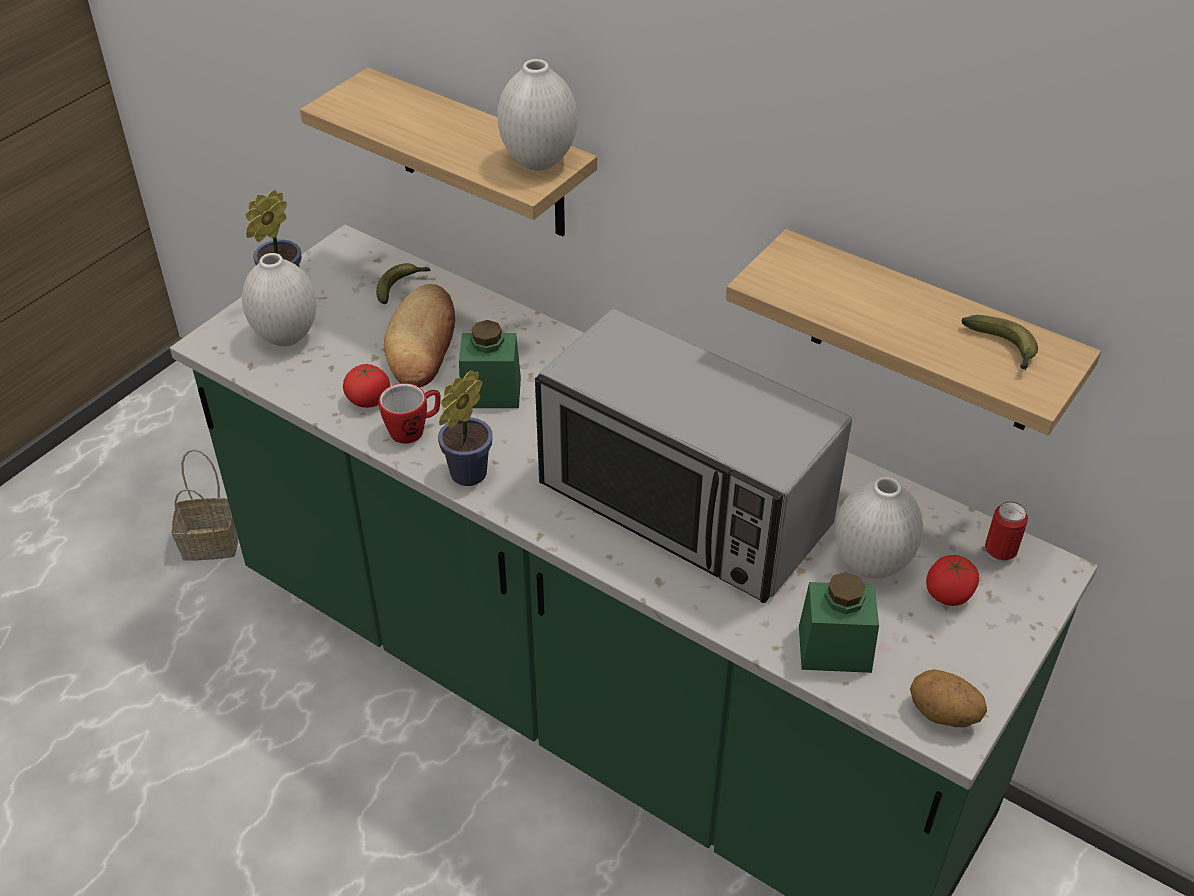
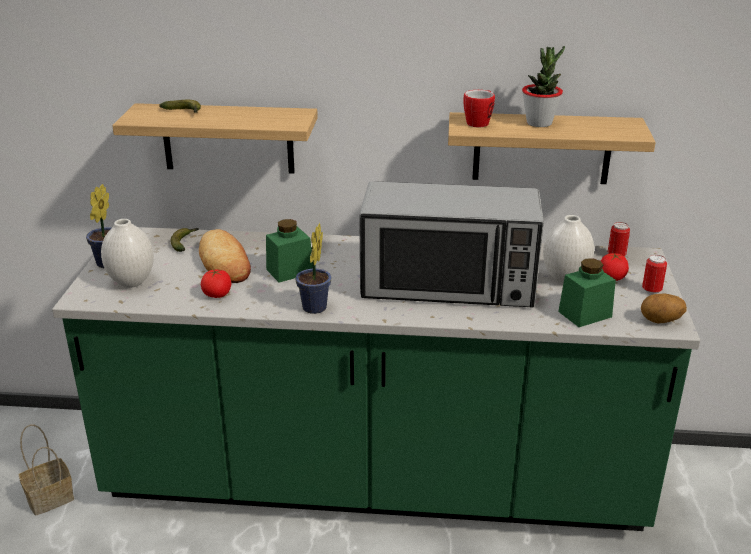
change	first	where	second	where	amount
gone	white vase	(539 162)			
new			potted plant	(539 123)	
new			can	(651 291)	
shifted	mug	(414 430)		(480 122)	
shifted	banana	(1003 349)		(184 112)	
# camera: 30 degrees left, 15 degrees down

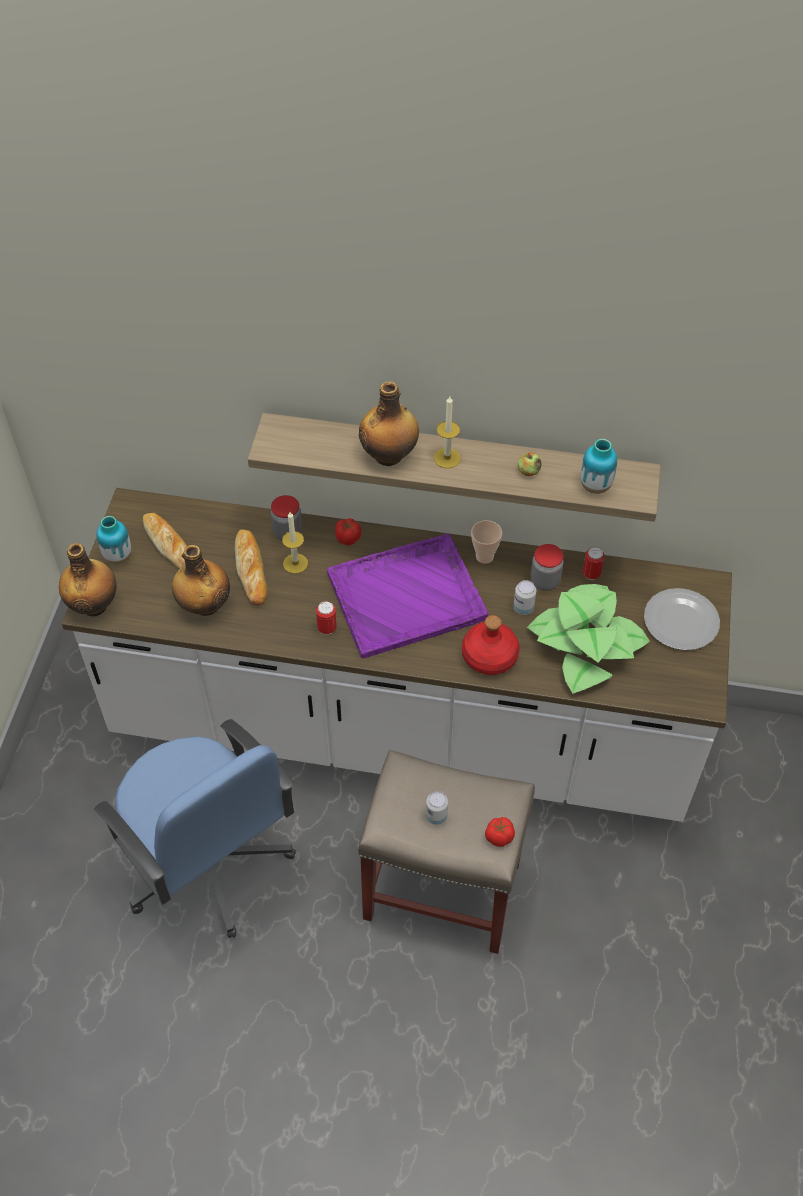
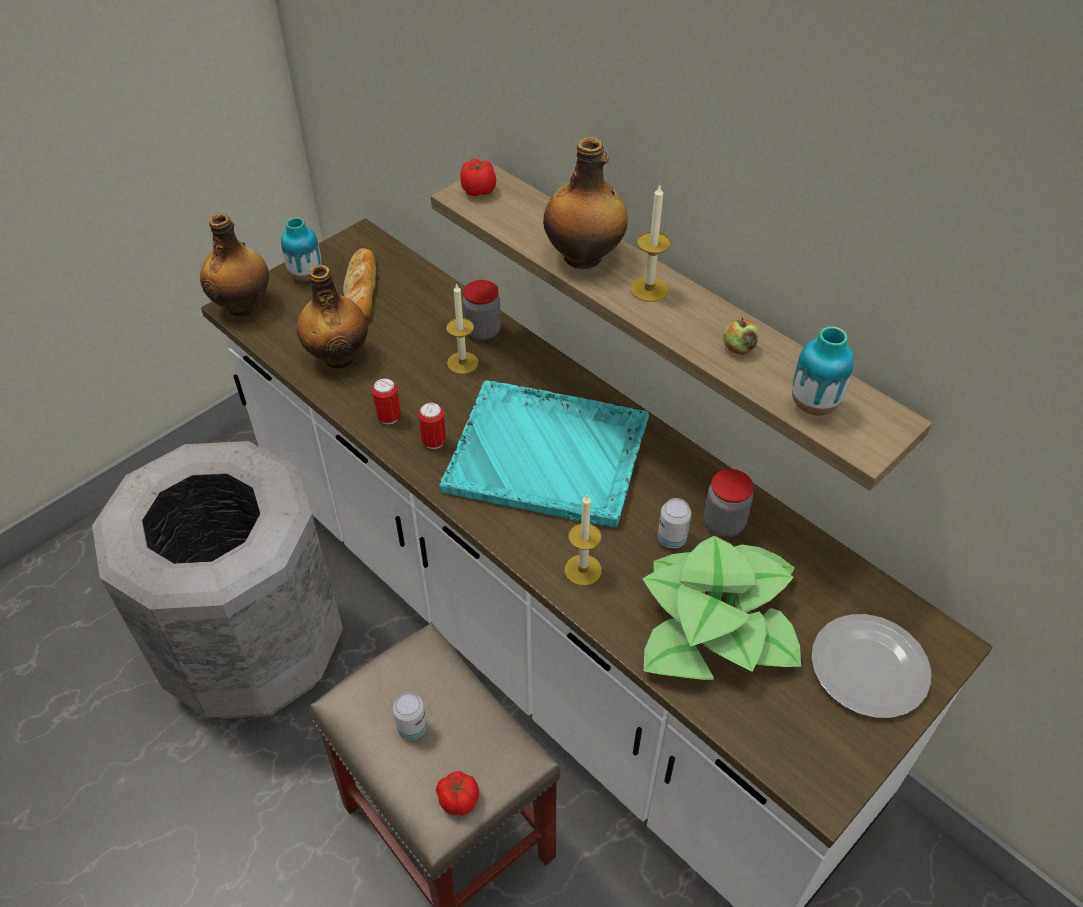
change	first	where	second	where	amount
gone	bread	(251 570)			
gone	cup	(484 557)			
shifted	tomato	(347 538)		(478 190)	
shifted	can	(591 574)		(389 417)	
swapped	blue office chair	(208 864)	grey trash can	(254 651)	
swapped	red bottle	(489 656)	candle	(583 570)	
repainted	purple tray	(408 596)	turquoise tray	(549 455)	
# camera: 35 degrees right, 5 degrees down

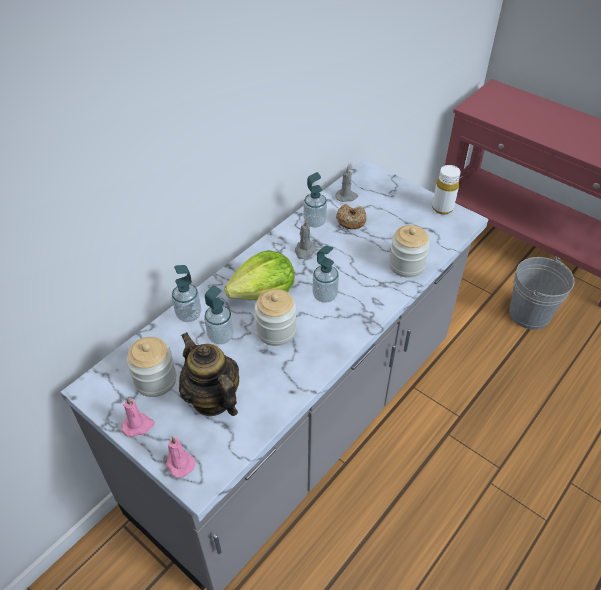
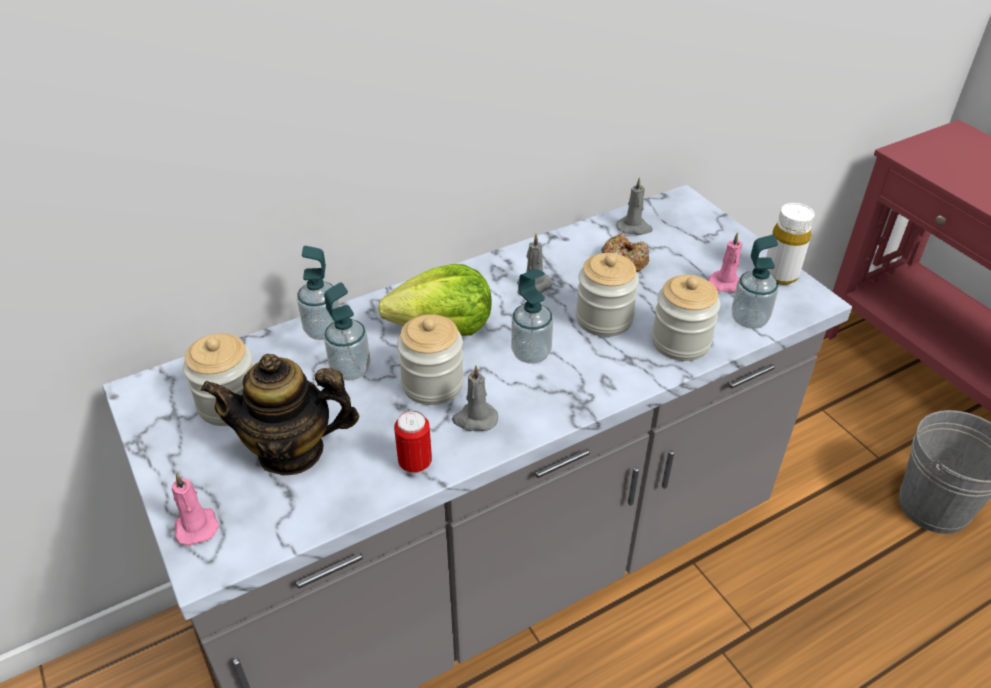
change	first	where	second	where	amount
new			can	(415 464)	
new			grey candle	(474 419)	
new			jar	(604 319)	
shifted	pink candle	(138 425)		(727 284)	
shifted	soap dispenser	(314 222)		(749 319)	
rotated	teapot	(212 399)		(291 451)	75 degrees counterclockwise
# camera: 20 degrees right, 5 degrees down

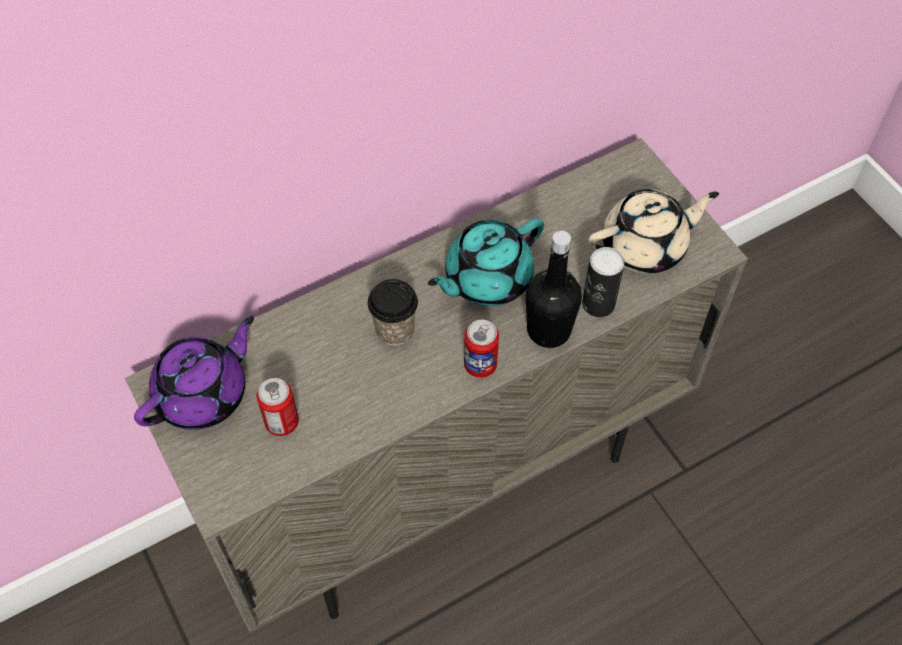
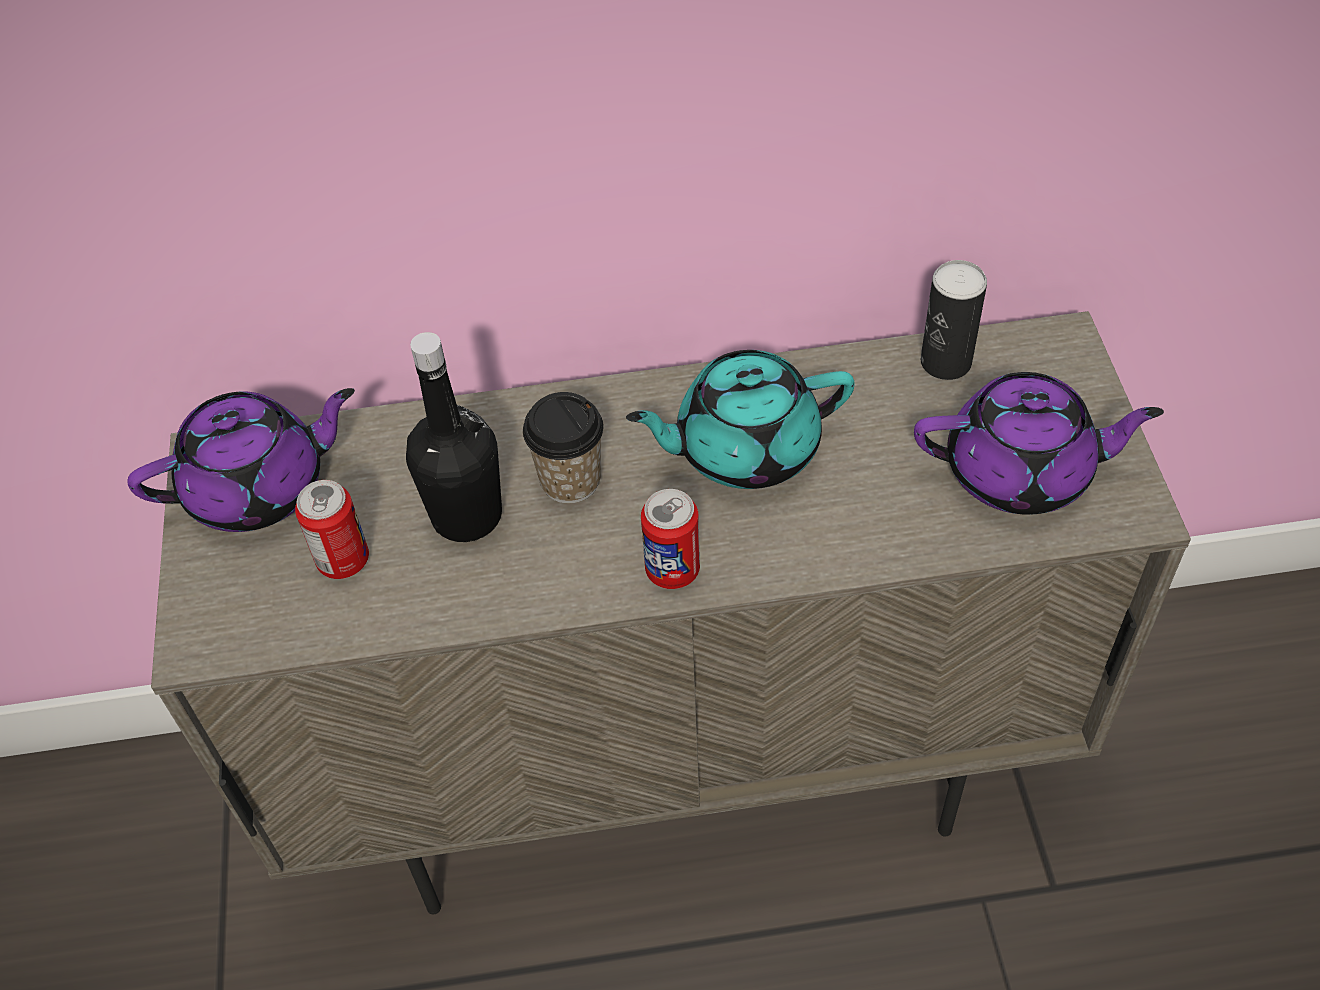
change	first	where	second	where	amount
shifted	black bottle	(548 330)		(467 515)	
shifted	can	(598 304)		(945 362)	
repainted	beige teapot	(645 246)	purple teapot	(1021 471)	
# camera: 25 degrees right, 5 degrees down

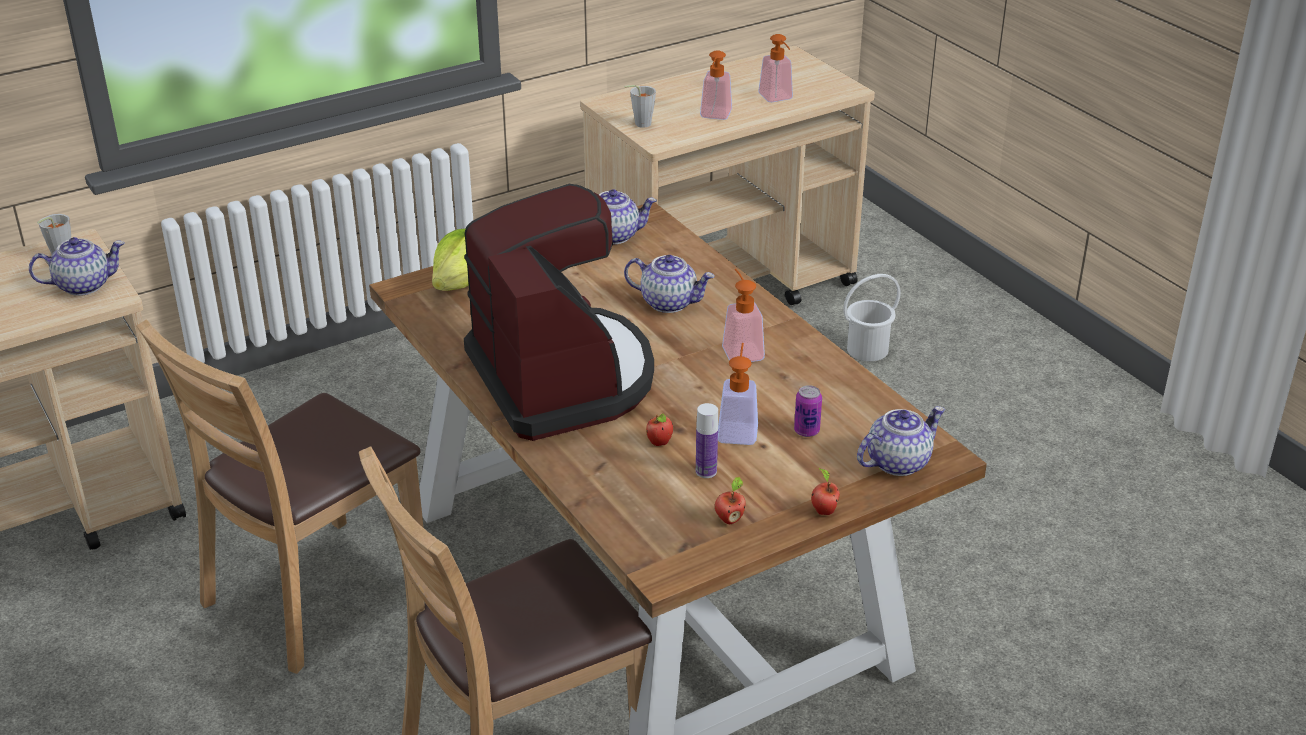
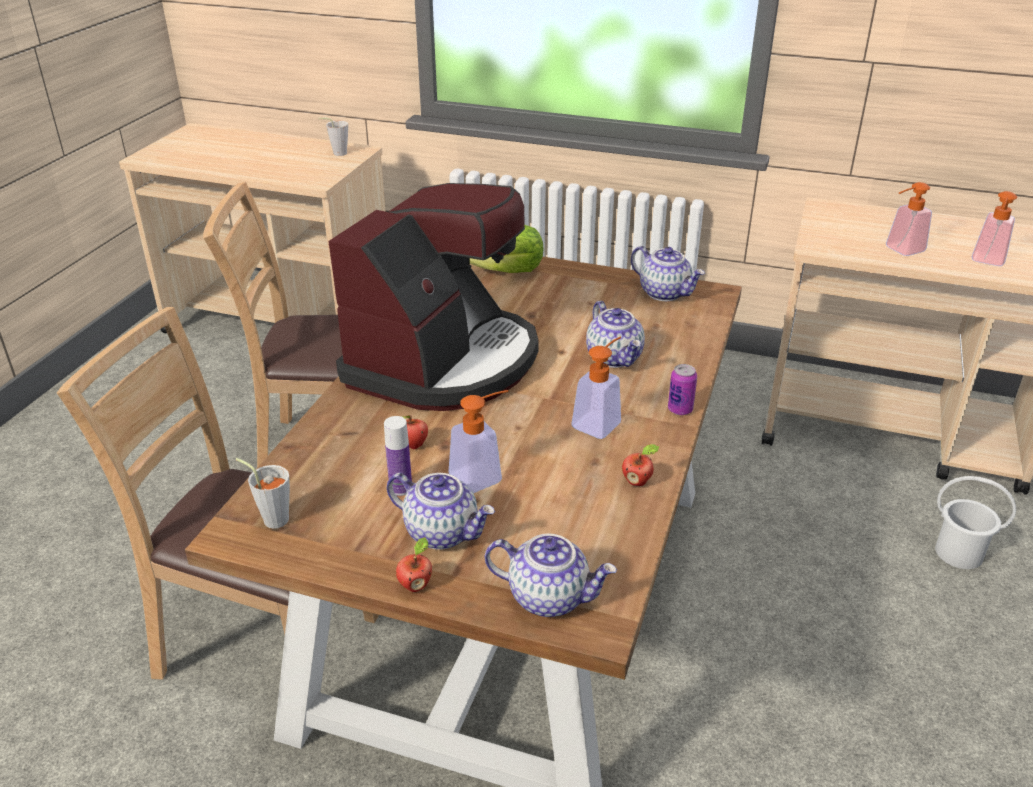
change	first	where	second	where	amount
shifted	teapot	(84 285)		(442 532)	
shifted	grey cup	(639 124)		(271 518)	
shifted	apple	(729 519)		(638 481)	
shifted	can	(806 431)		(680 409)	
# camera: 50 degrees right, 0 degrees up

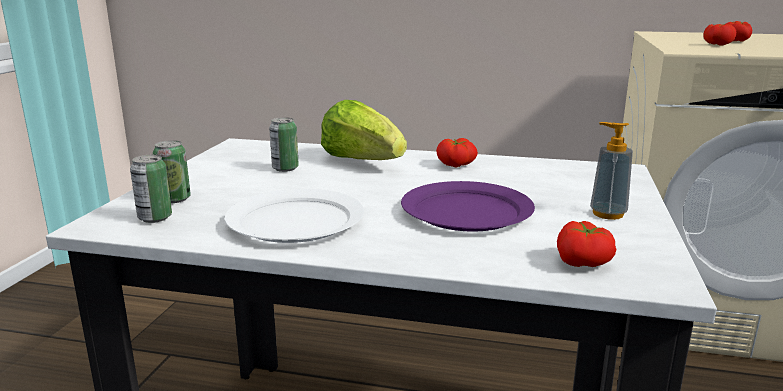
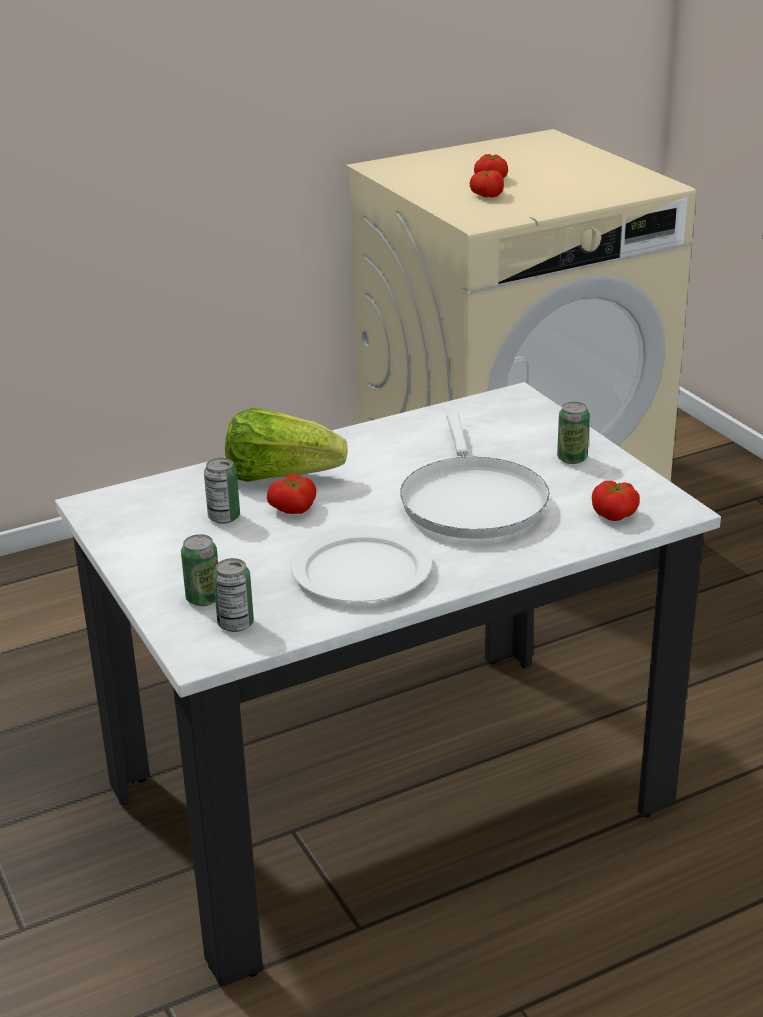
change	first	where	second	where	amount
shifted	tomato	(455 165)		(294 509)	
swapped	purple plate	(465 211)	white frying pan	(471 501)	
swapped	soap dispenser	(607 214)	can	(572 458)	
# camera: 40 degrees left, 10 degrees up

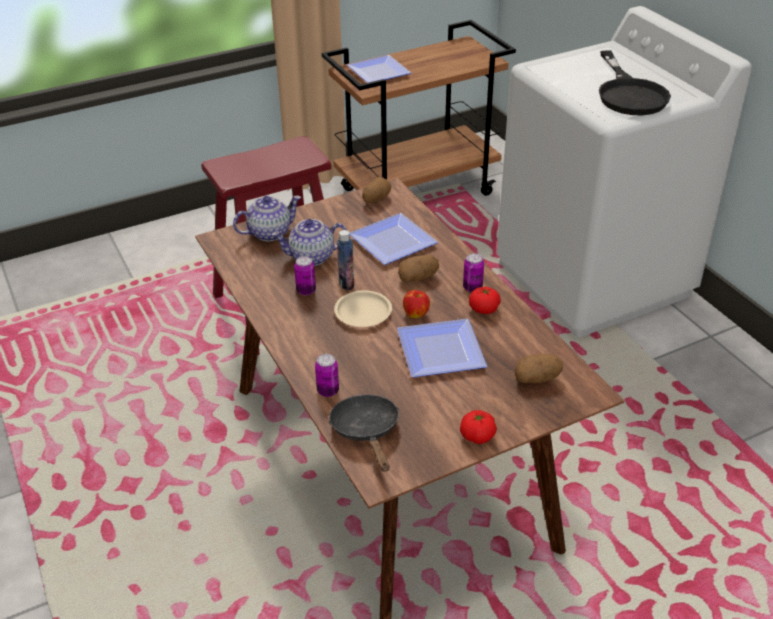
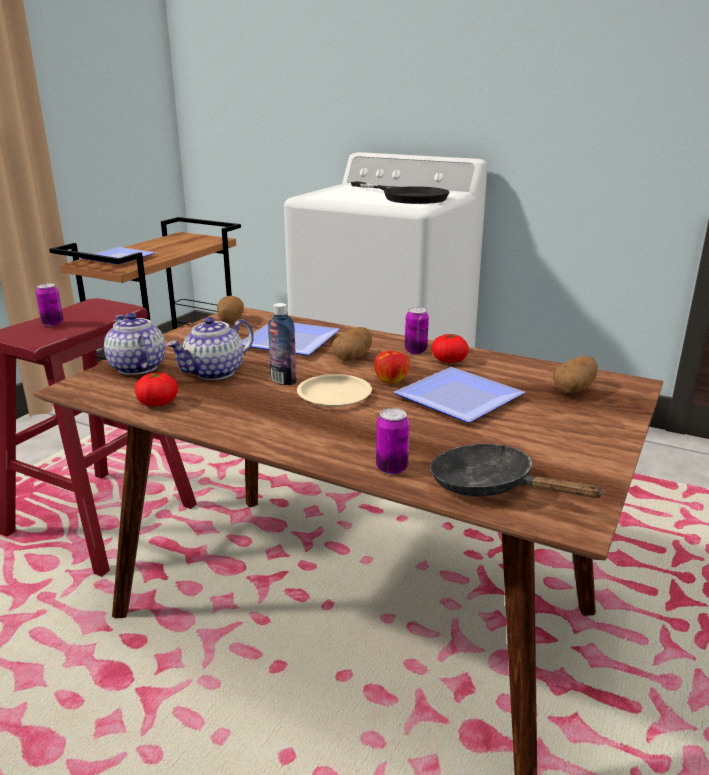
change	first	where	second	where	amount
shifted	can	(306 291)		(52 323)	
shifted	tomato	(477 436)		(158 403)	
rotated	teapot	(269 232)		(136 367)	60 degrees counterclockwise
# camera: 35 degrees left, 15 degrees down

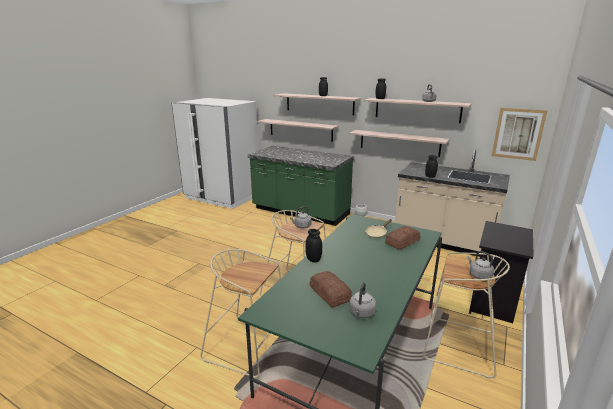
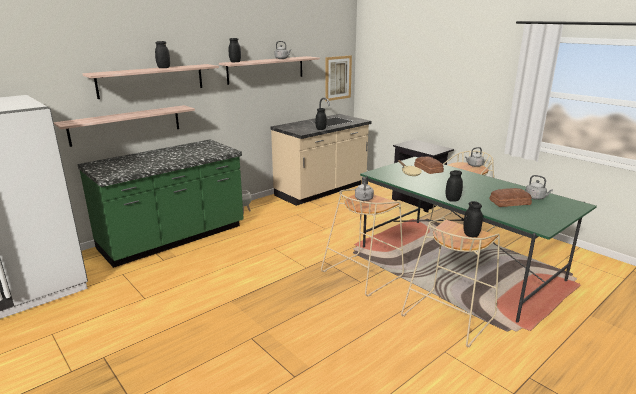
change	first	where	second	where	amount
gone	shelf	(399 143)			
new			black jar	(471 234)	
# camera: 70 degrees left, 0 degrees up

